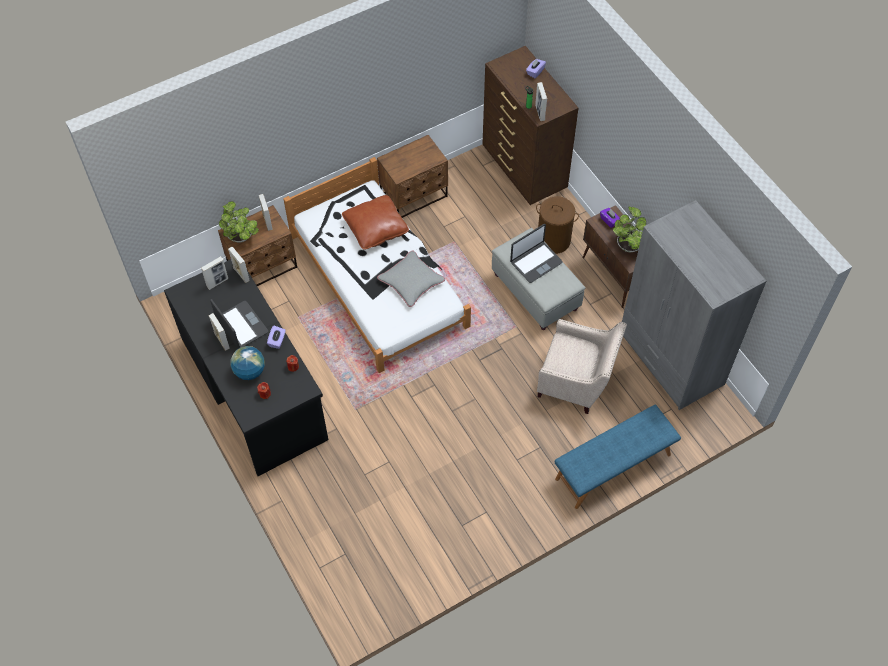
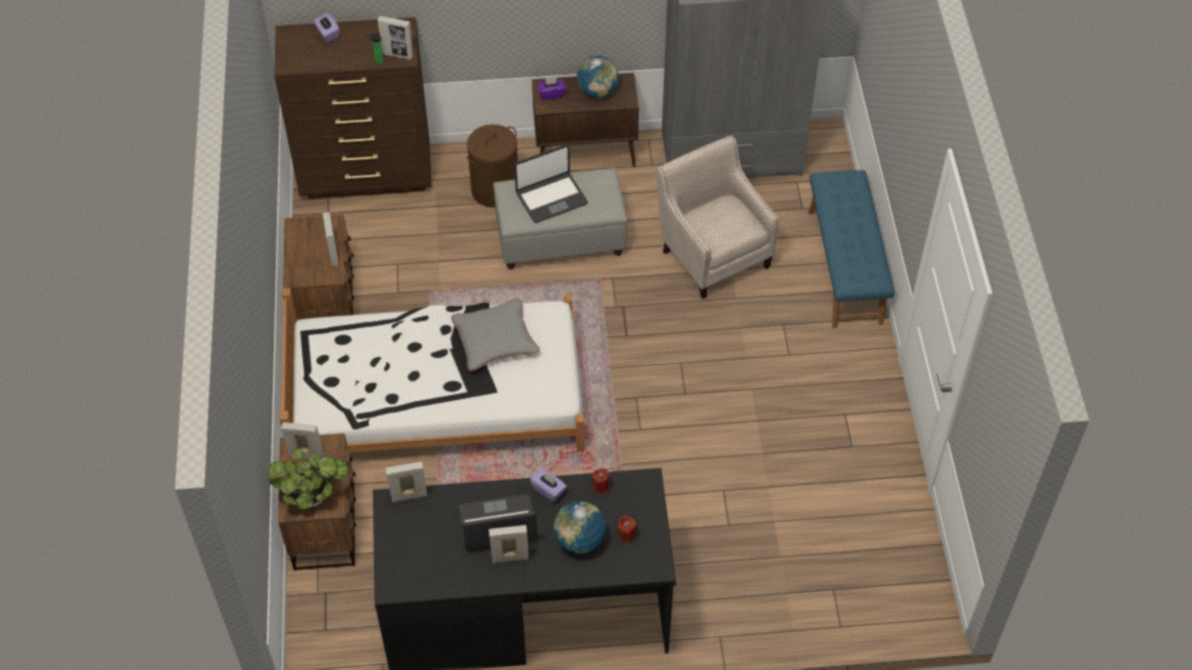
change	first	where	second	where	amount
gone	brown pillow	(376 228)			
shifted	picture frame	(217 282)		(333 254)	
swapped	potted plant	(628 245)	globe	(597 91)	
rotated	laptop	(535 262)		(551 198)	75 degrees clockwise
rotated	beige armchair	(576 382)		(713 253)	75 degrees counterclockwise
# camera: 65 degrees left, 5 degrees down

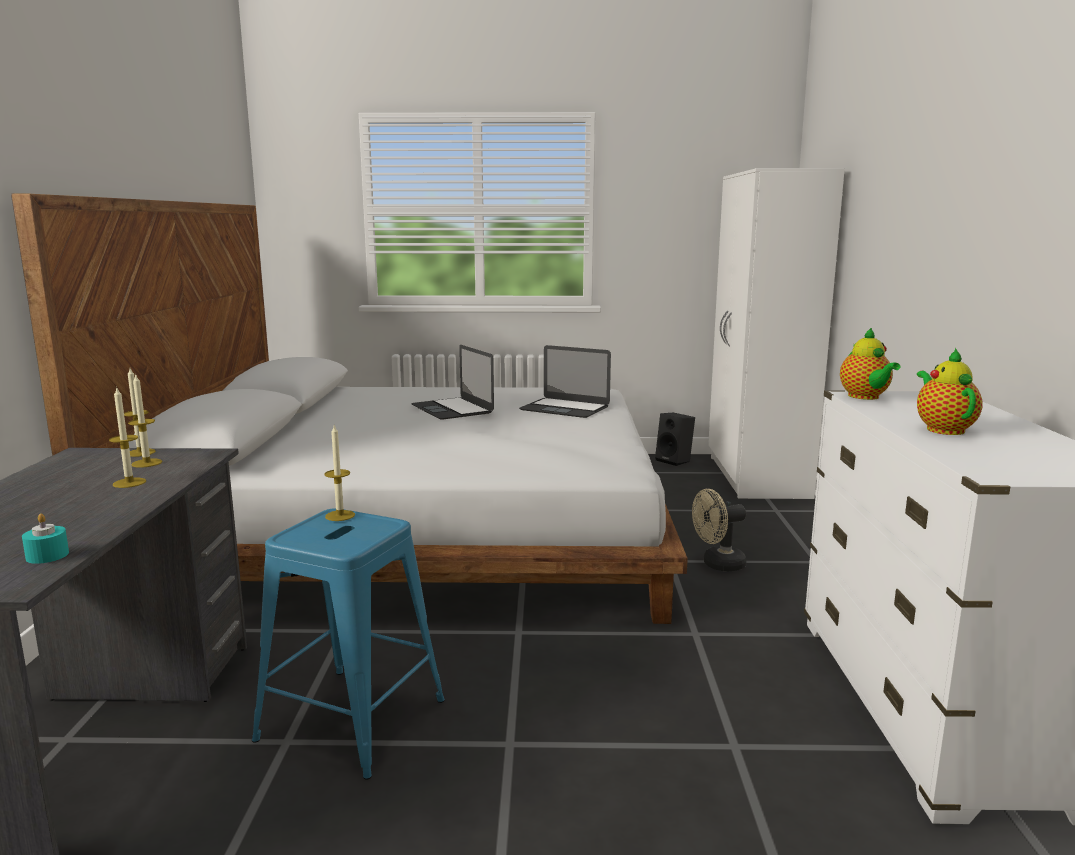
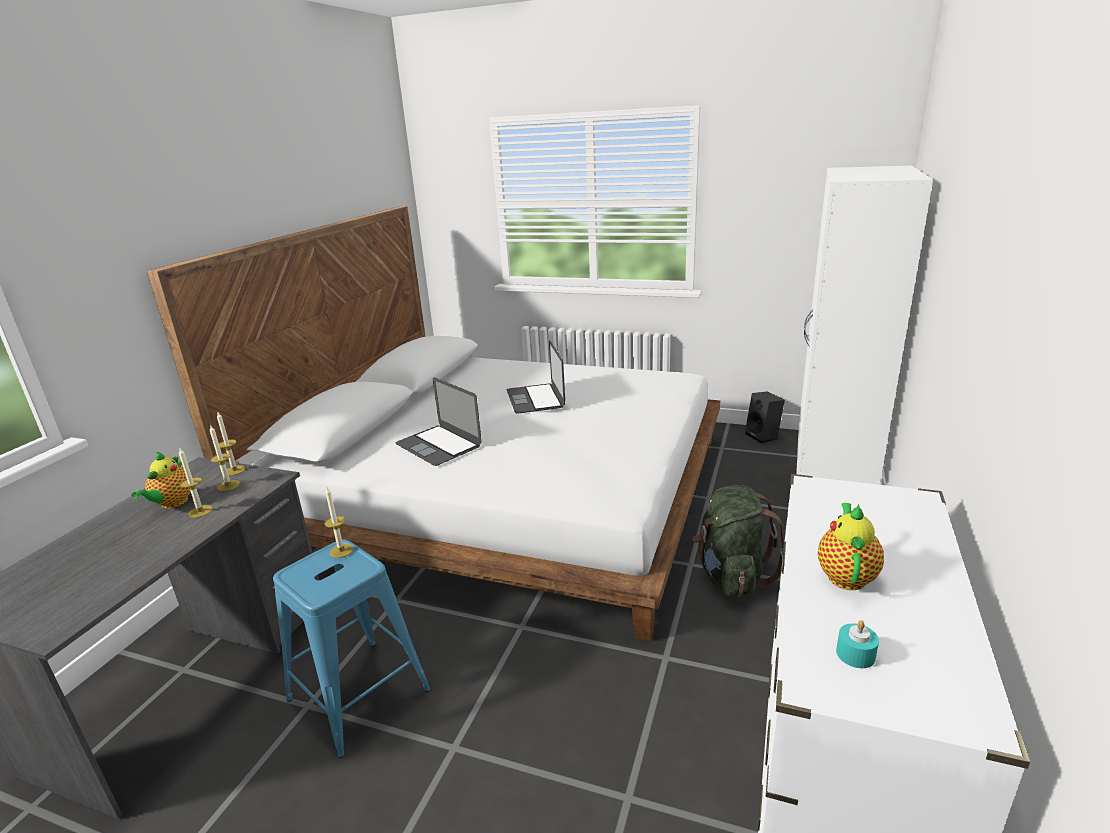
change	first	where	second	where	amount
shifted	turquoise candle	(47 555)		(855 654)	
shifted	laptop	(564 408)		(438 445)	
shifted	teapot	(865 397)		(172 503)	
swapped	beige fan	(717 565)	green backpack	(732 576)	
# camera: 20 degrees right, 10 degrees up

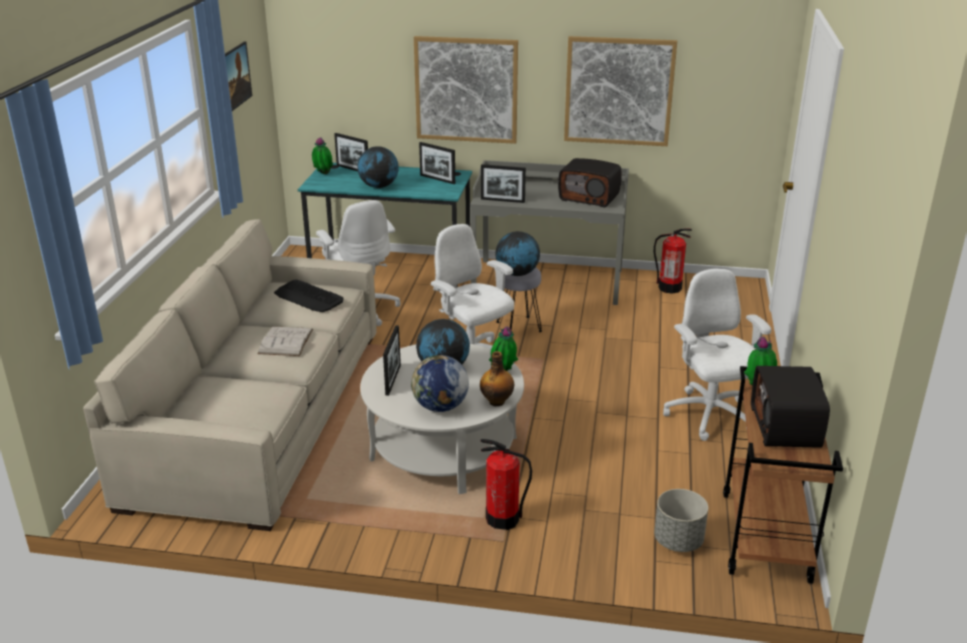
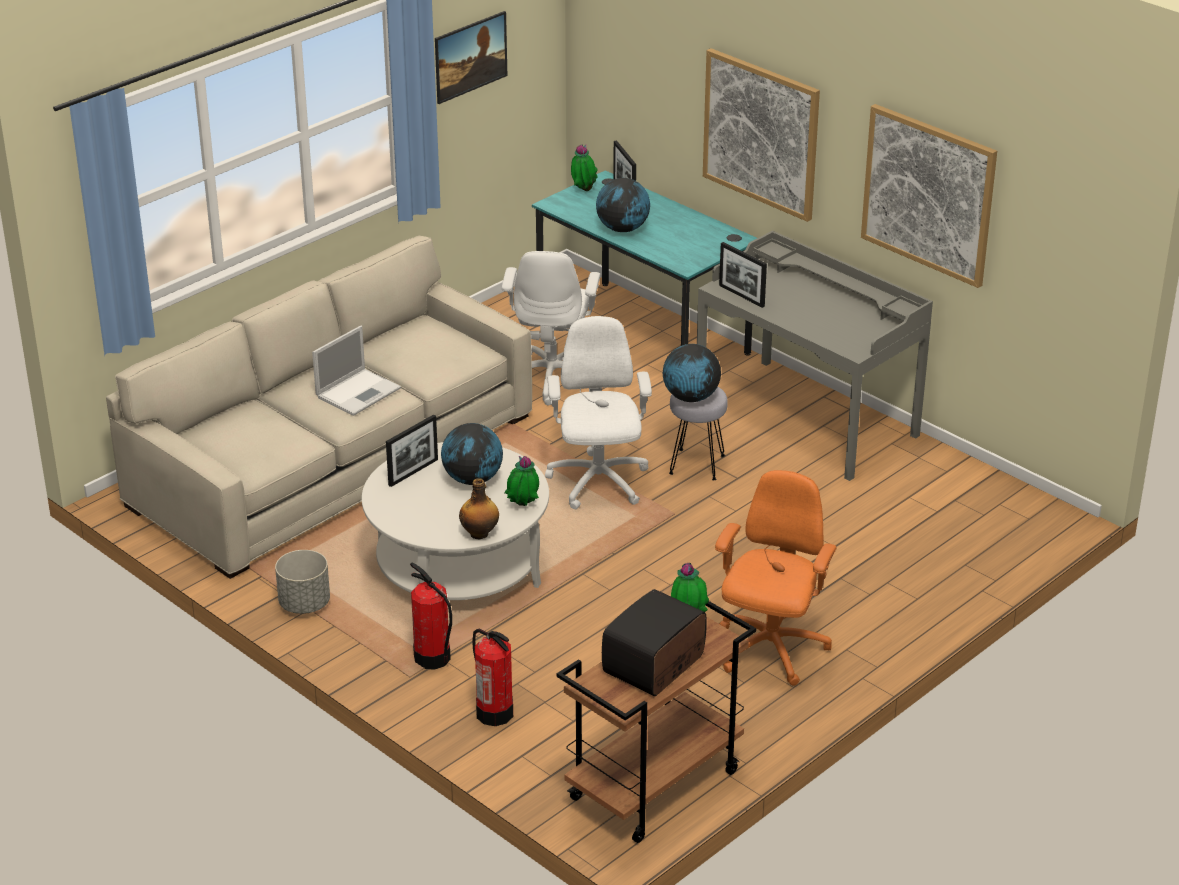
change	first	where	second	where	amount
gone	keyboard	(308 297)			
gone	globe	(440 407)			
gone	picture frame	(437 179)			
gone	radio	(589 197)			
shifted	fire extinguisher	(669 288)		(494 713)	
shifted	grey planter	(678 541)		(304 604)	
swapped	white book	(285 341)	laptop	(359 392)	
repainted	white office chair	(709 416)	orange office chair	(770 650)	
# camera: 35 degrees right, 5 degrees up

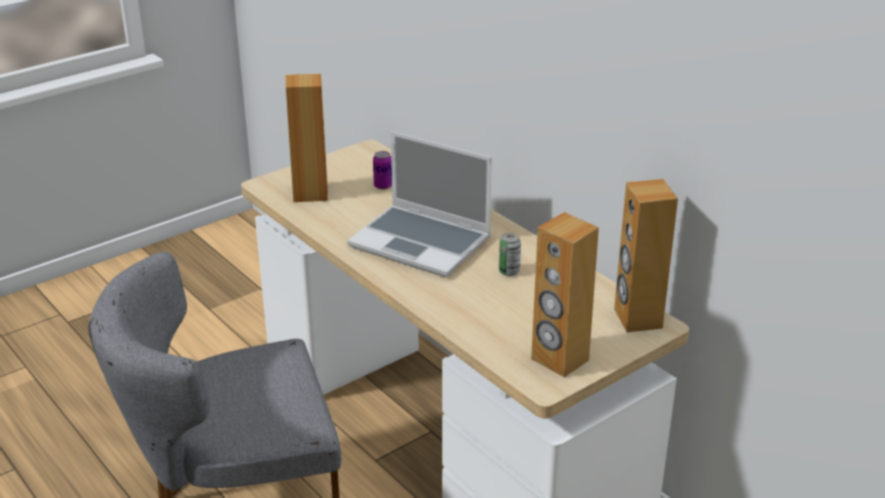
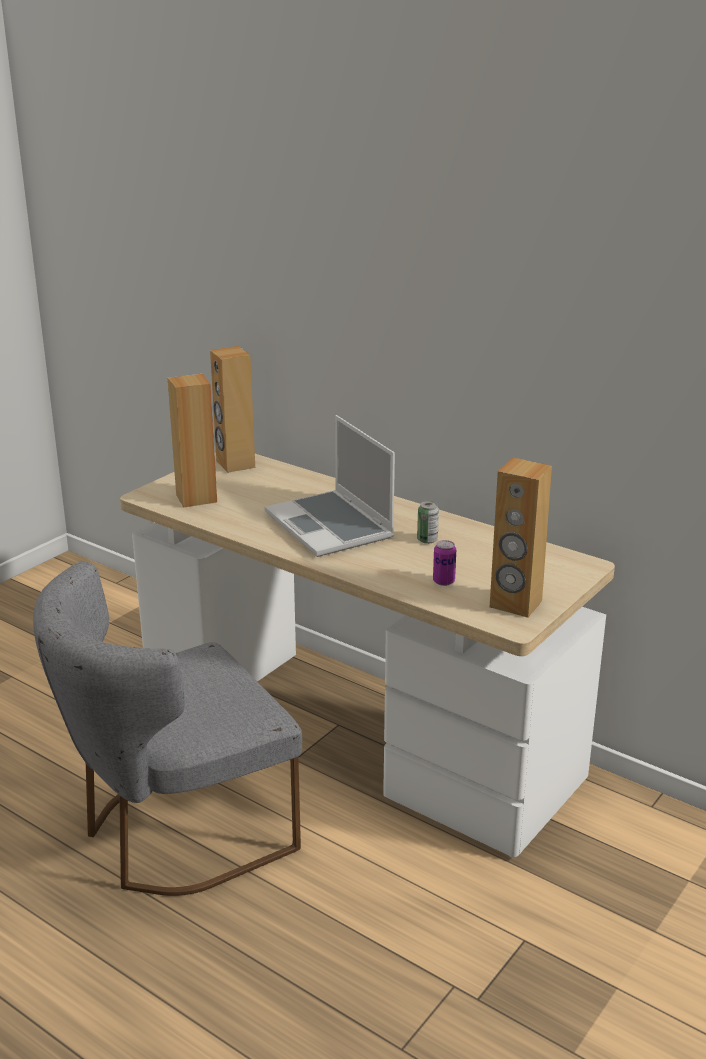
change	first	where	second	where	amount
shifted	can	(383 186)		(443 581)	
shifted	brown speaker	(637 319)		(235 464)	
rotated	laptop	(422 243)		(331 526)	45 degrees clockwise
# camera: 15 degrees left, 5 degrees down

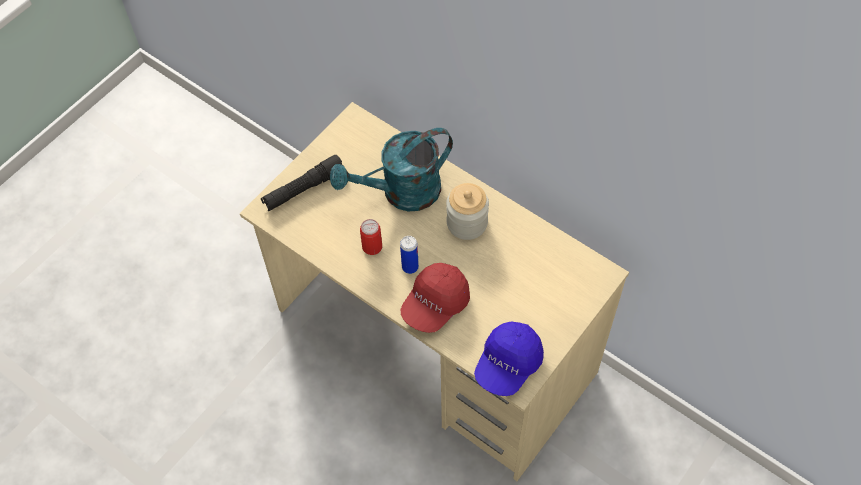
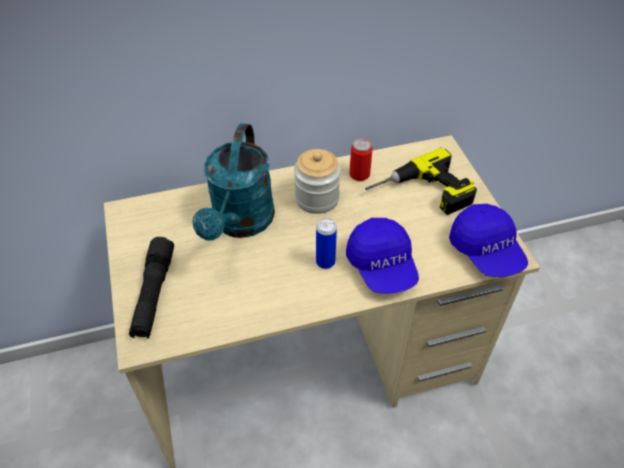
change	first	where	second	where	amount
new			power drill	(421 194)	
shifted	can	(372 246)		(359 174)	
repainted	red cap	(435 304)	blue cap	(382 267)	
# camera: 55 degrees left, 10 degrees down

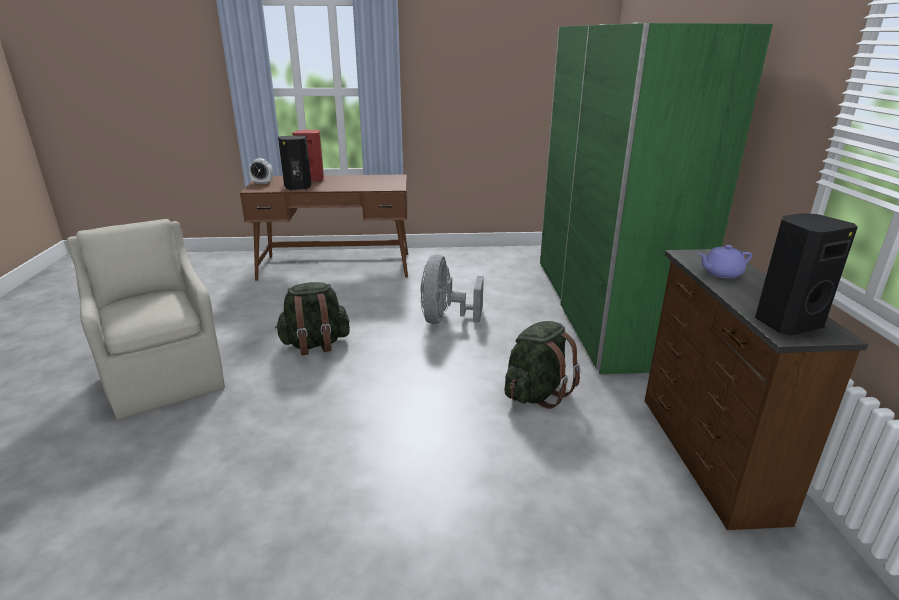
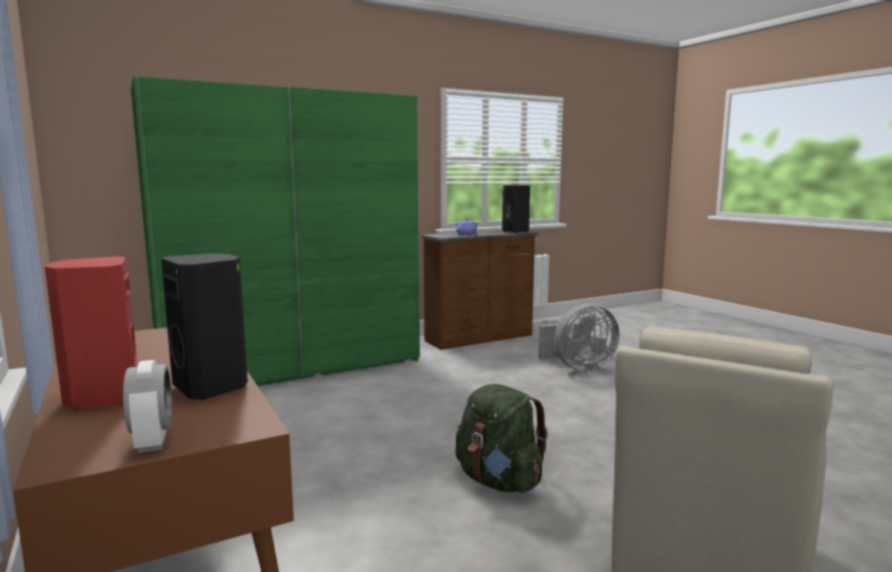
change	first	where	second	where	amount
gone	green backpack	(536 393)			
shifted	grey fan	(445 319)		(578 367)	
# camera: 115 degrees left, 15 degrees down

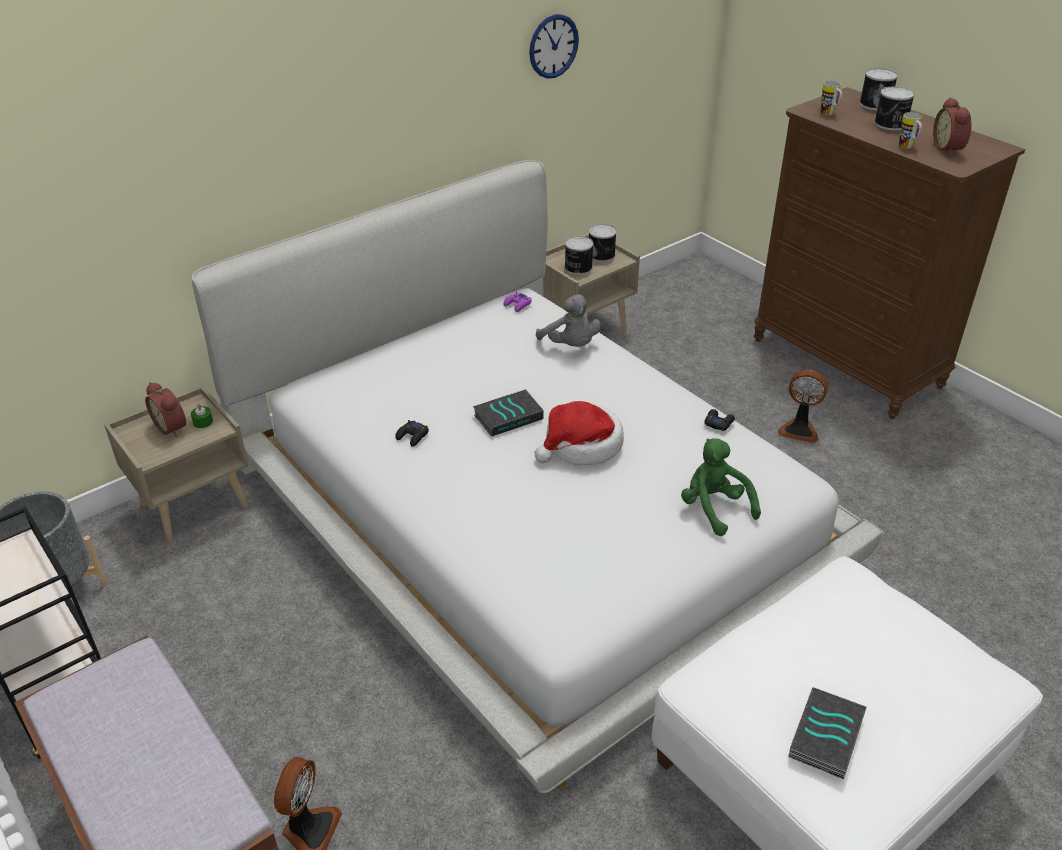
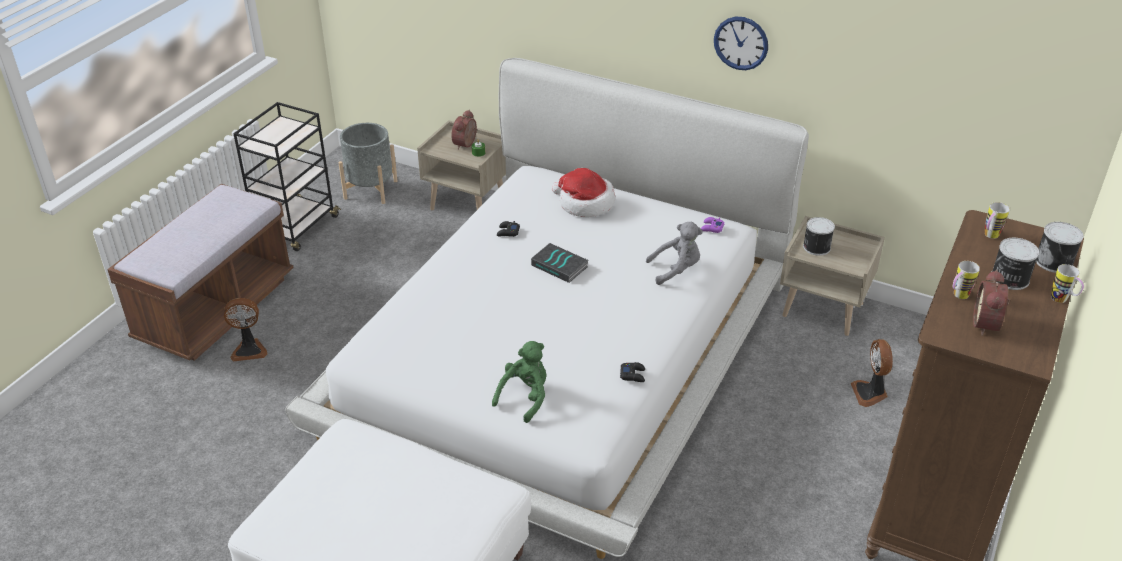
change	first	where	second	where	amount
gone	can	(602 255)			
gone	book	(827 738)			
new			mug	(1062 301)	
shifted	wall clock	(553 46)		(741 43)	
shifted	hat	(581 445)		(584 203)	
shifted	fan	(799 430)		(870 393)	
rotated	grey plush toy	(570 345)		(676 270)	135 degrees counterclockwise
rotated	alarm clock	(949 148)		(988 324)	45 degrees counterclockwise
# camera: 65 degrees right, 0 degrees up

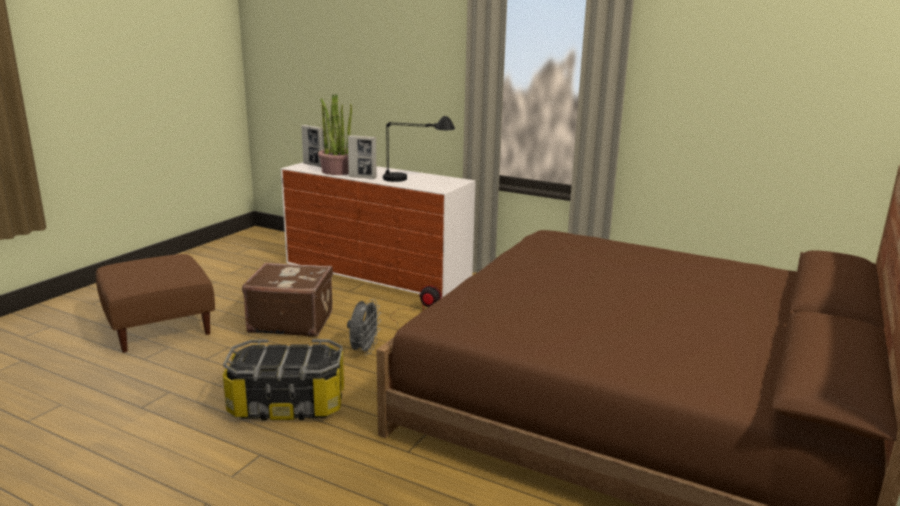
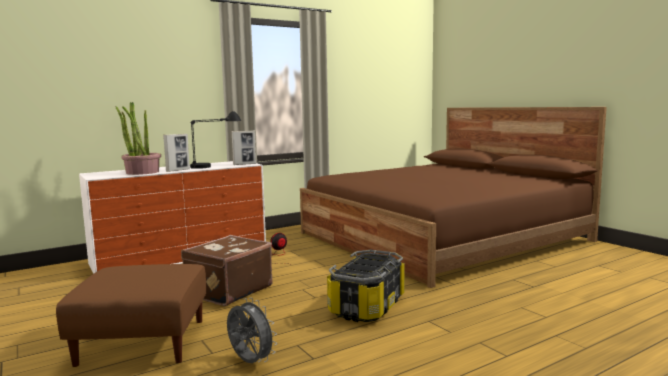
change	first	where	second	where	amount
shifted	picture frame	(314 165)		(244 164)	
shifted	grey fan	(364 350)		(249 362)	
# camera: 60 degrees left, 10 degrees down

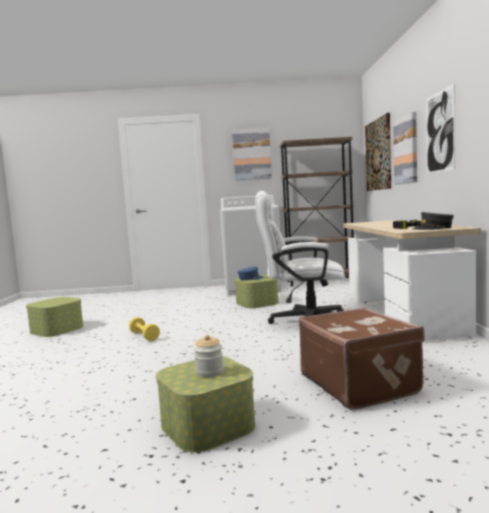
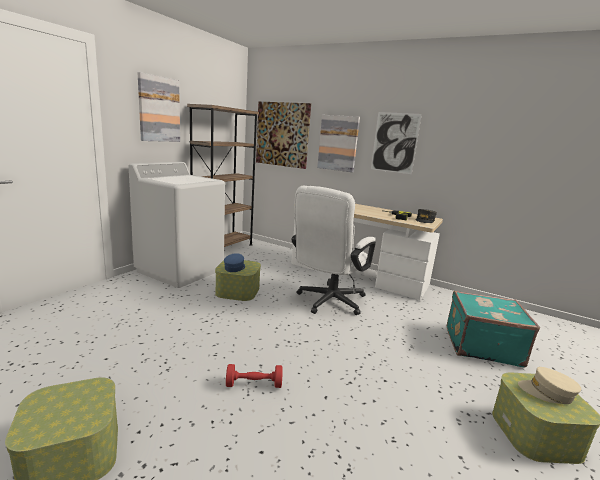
change	first	where	second	where	amount
swapped	jar	(209 372)	beige cap	(547 392)	
repainted	yellow dumbbell	(144 336)	red dumbbell	(254 384)	
repainted	brown suitcase	(360 384)	turquoise suitcase	(481 345)	
# camera: 60 degrees left, 10 degrees up

